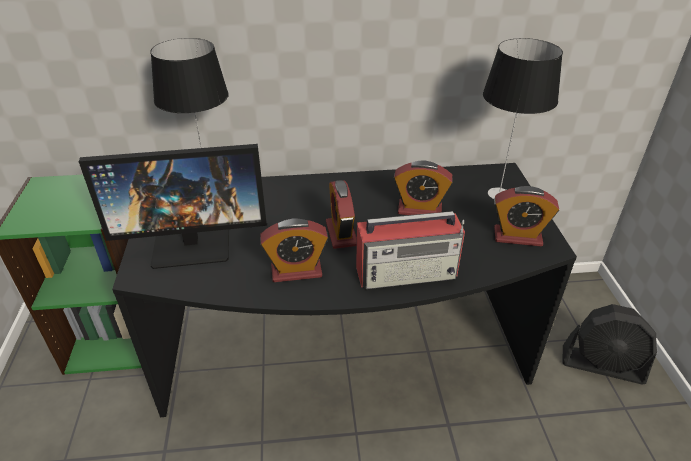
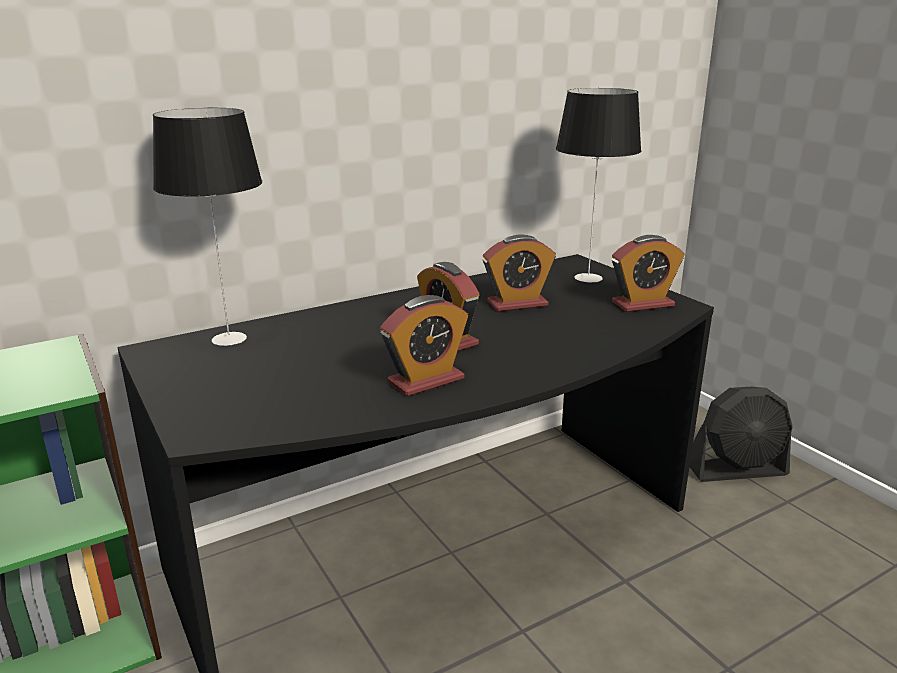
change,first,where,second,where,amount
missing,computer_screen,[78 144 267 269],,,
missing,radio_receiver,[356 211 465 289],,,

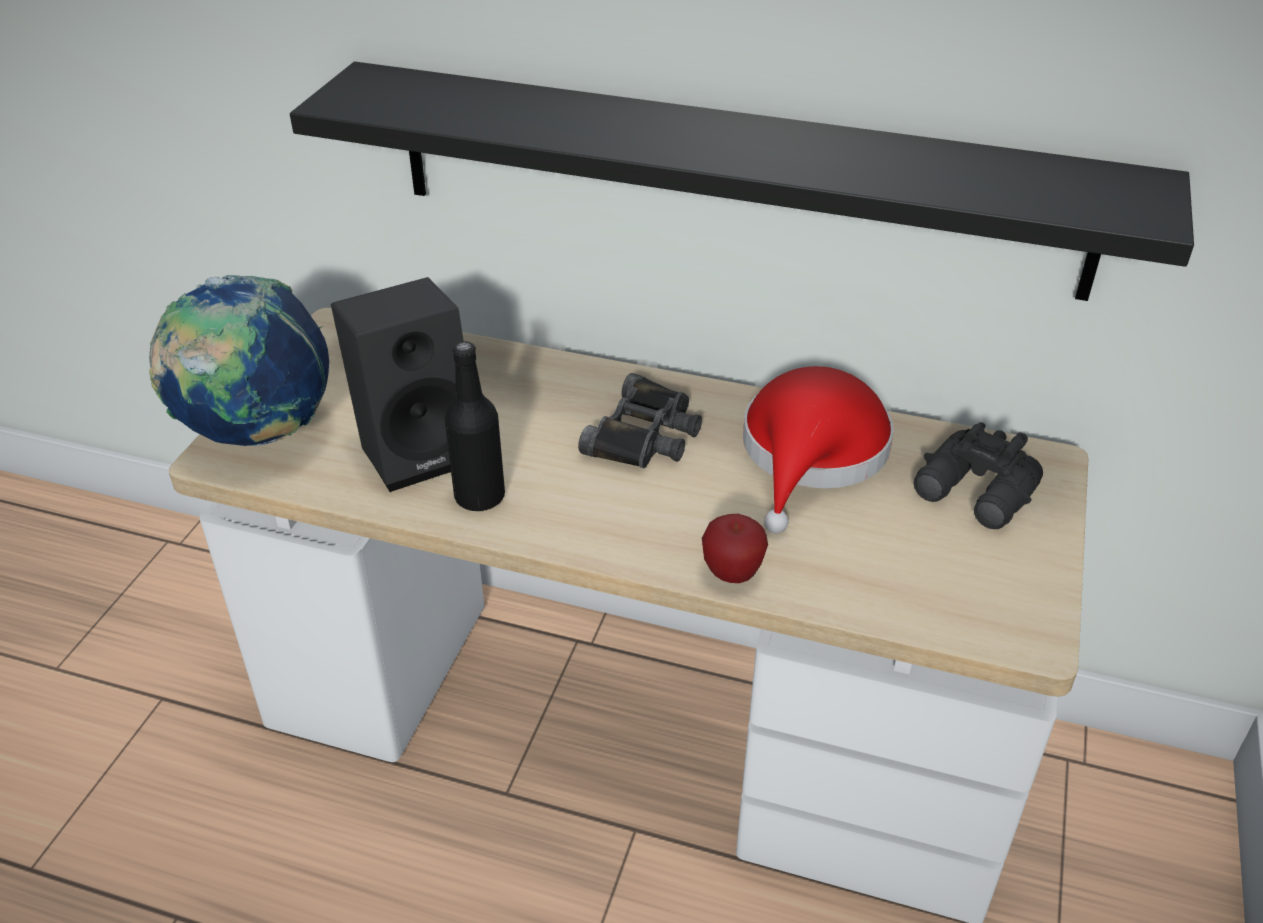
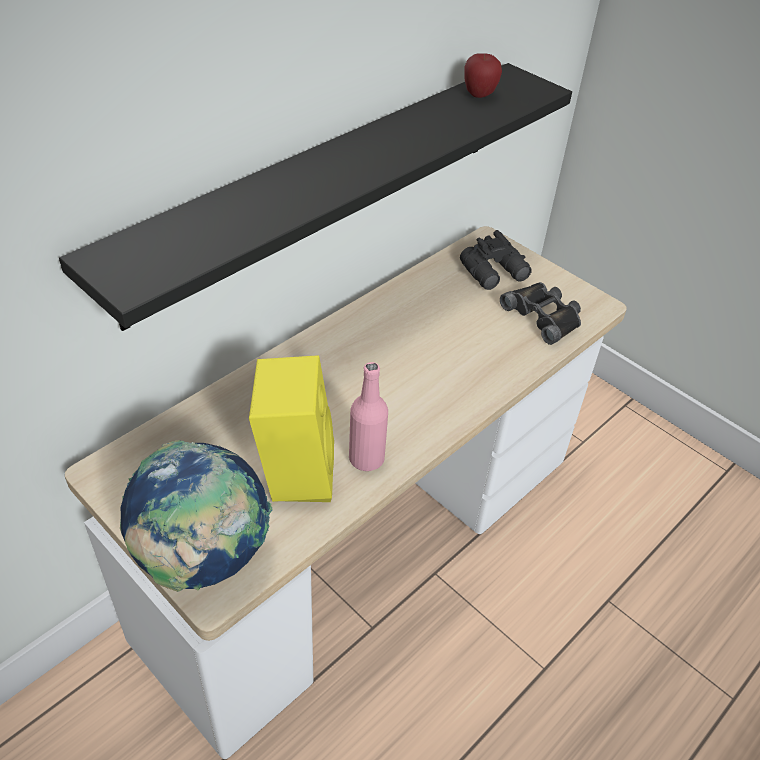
change,first,where,second,where,amount
colour,black_loudspeaker,[331 277 464 492],yellow_loudspeaker,[249 355 334 502],
colour,black_drink_bottle,[445 341 505 511],pink-coloured_drink_bottle,[349 362 388 471],
missing,red-coloured_wearable_hat,[743 366 894 534],,,
relocated,black_field_glasses,[578 373 702 468],,[500 282 581 345],
relocated,apple_fruit,[702 514 768 583],,[464 53 502 98],

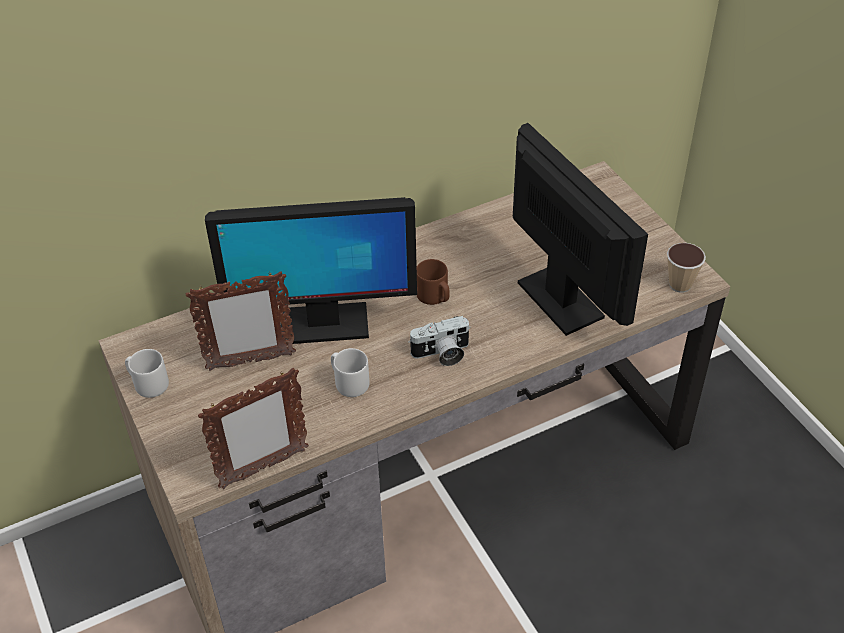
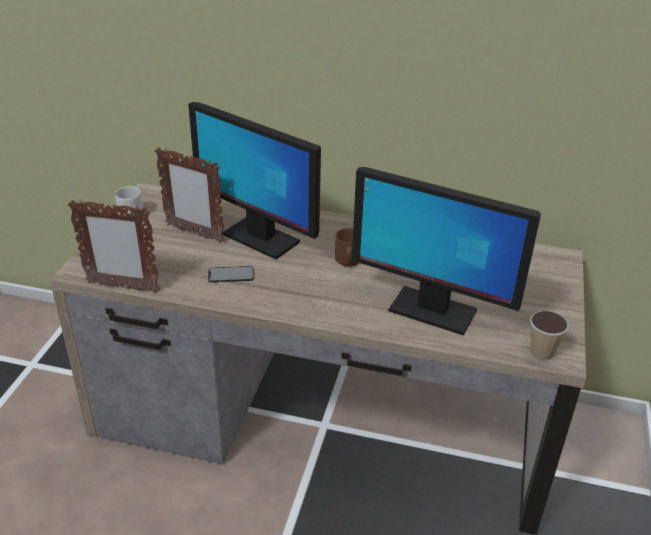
change,first,where,second,where,amount
spun,computer_screen,[513 123 648 336],,[352 167 541 335],105 degrees clockwise
missing,still_camera,[408 316 471 366],,,
exchanged,greyish_tea_mug,[331 348 370 397],handset,[208 266 254 283],

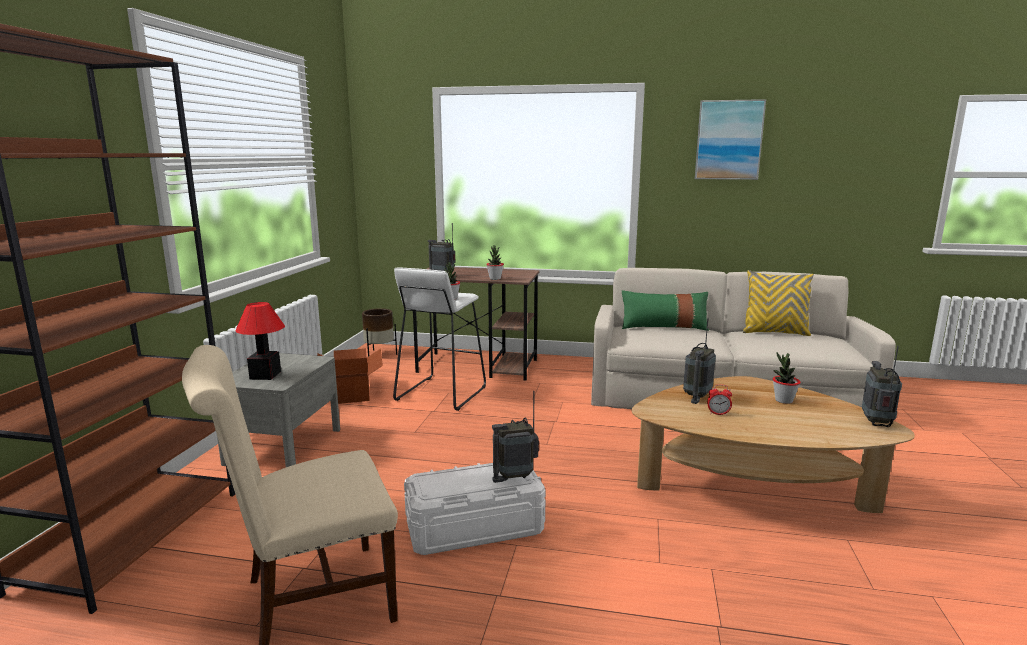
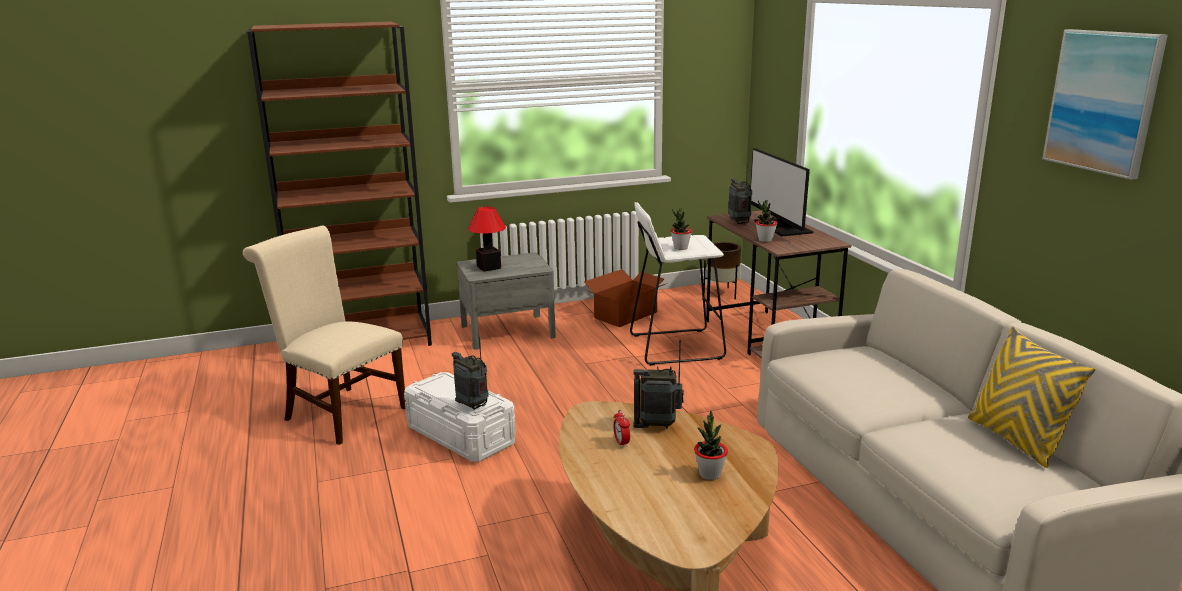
change,first,where,second,where,amount
missing,green-coloured_throw_pillow,[622 290 709 331],,,
missing,radio_receiver,[862 346 902 427],,,
appeared,,,computer_screen,[751 148 813 237],

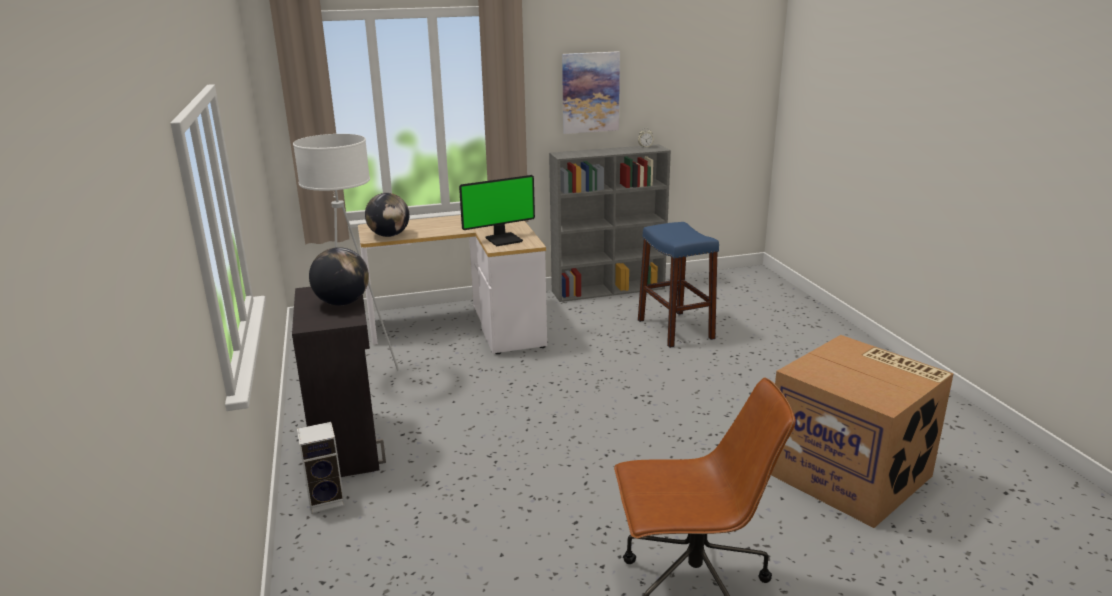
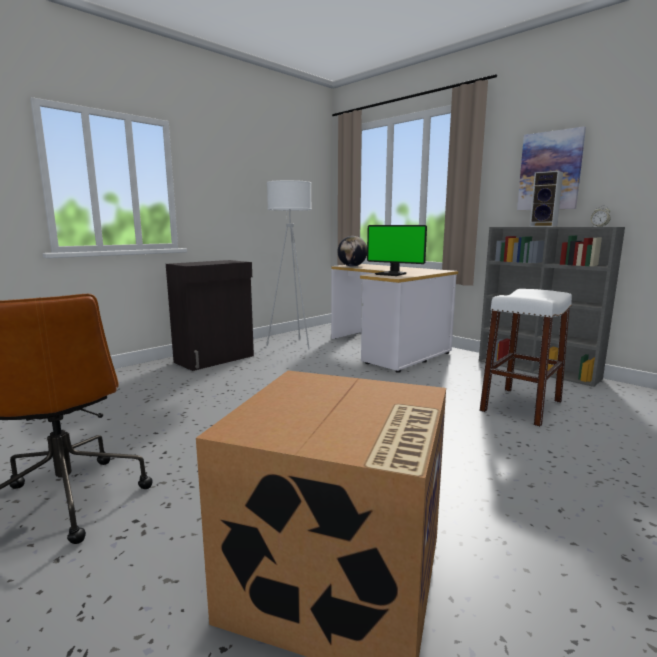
change,first,where,second,where,amount
colour,blue-coloured_sitting_stool,[638 222 719 348],white-coloured_sitting_stool,[479 289 572 427],
missing,desk_globe,[309 247 369 306],,,
relocated,loudspeaker,[297 422 345 514],,[529 171 563 227],

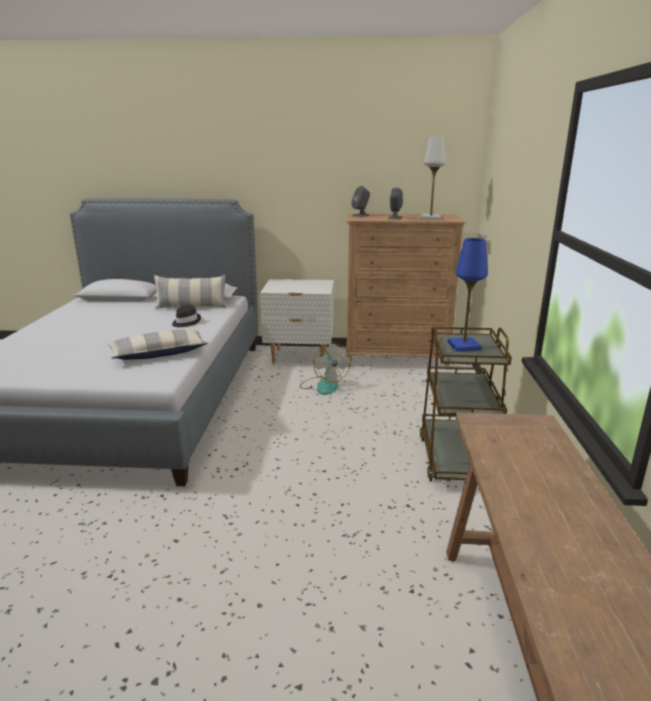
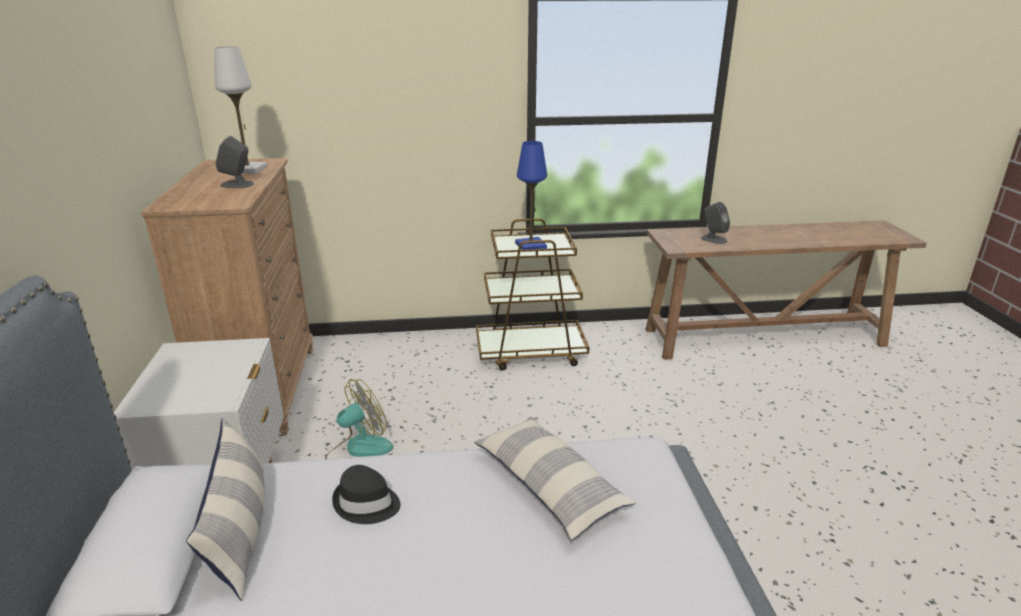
change,first,where,second,where,amount
relocated,greyish_loudspeaker,[351 186 370 217],,[701 202 730 244],

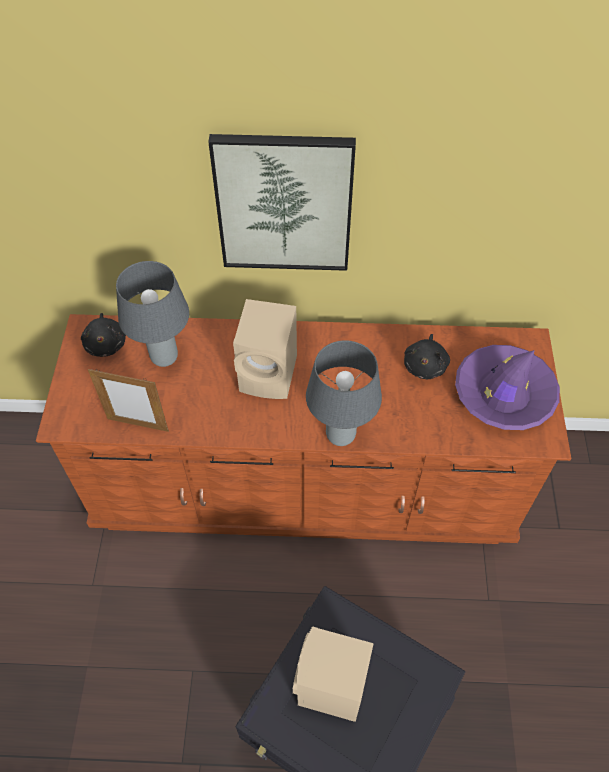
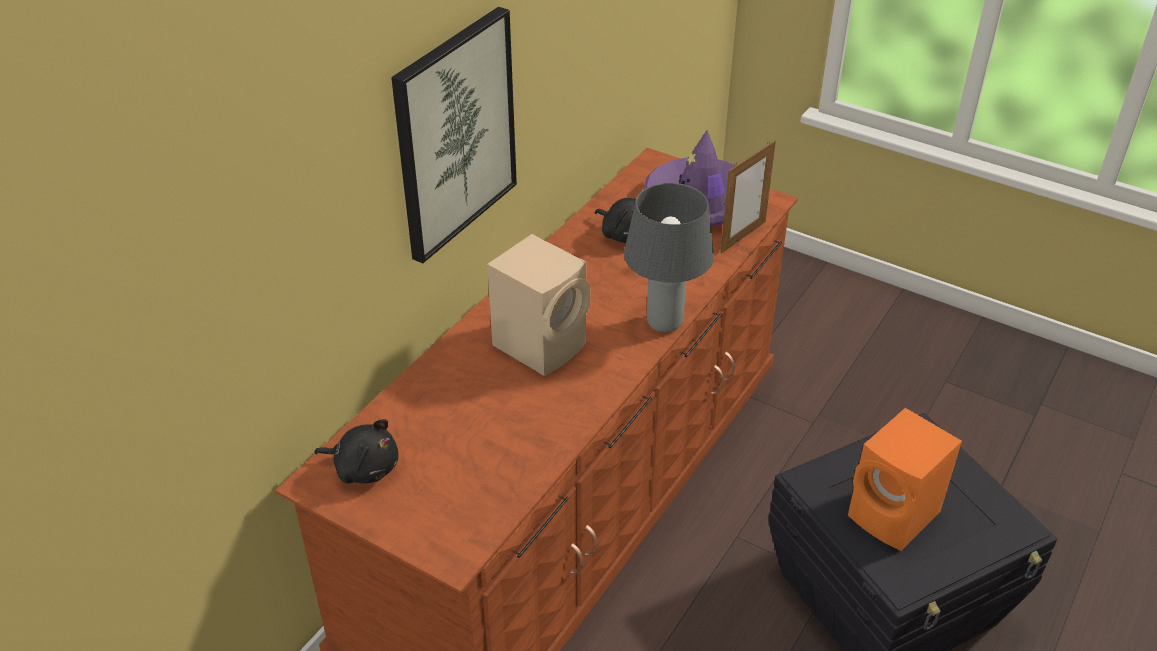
change,first,where,second,where,amount
missing,greyish_lamp_for_a_table,[116 261 189 367],,,
relocated,photo_frame,[88 369 169 432],,[721 140 776 253],
colour,beige_loudspeaker,[293 626 374 722],orangey_loudspeaker,[848 408 962 551],

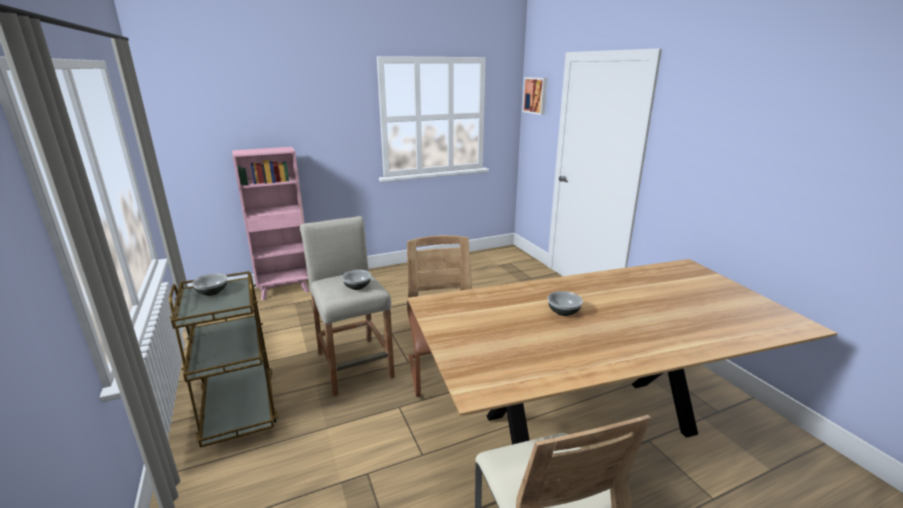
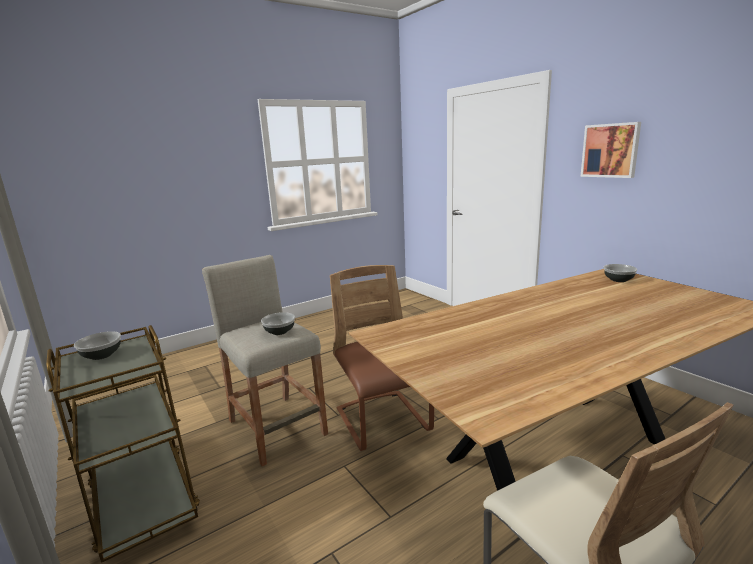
change,first,where,second,where,amount
relocated,picture,[522 77 547 115],,[580 122 641 178],
missing,pink-coloured_bookshelf,[232 147 309 301],,,
relocated,bowl,[547 291 583 316],,[604 264 637 282],

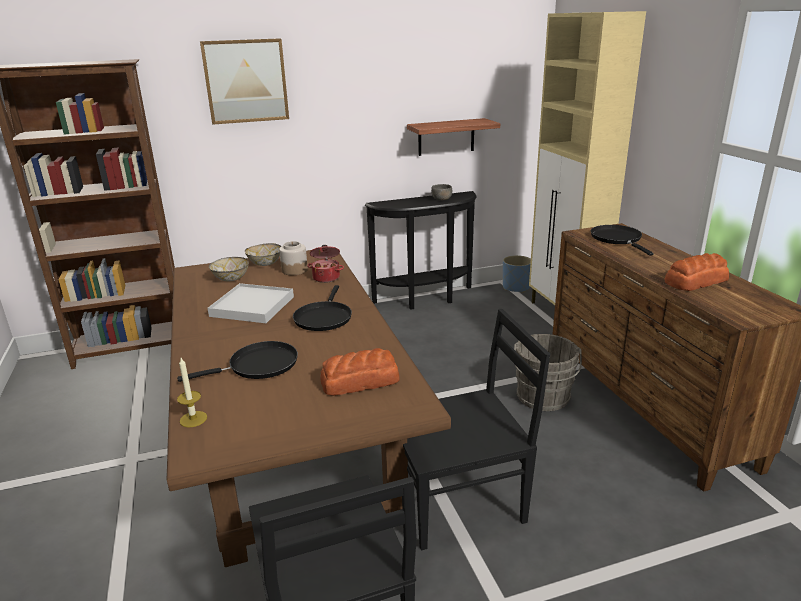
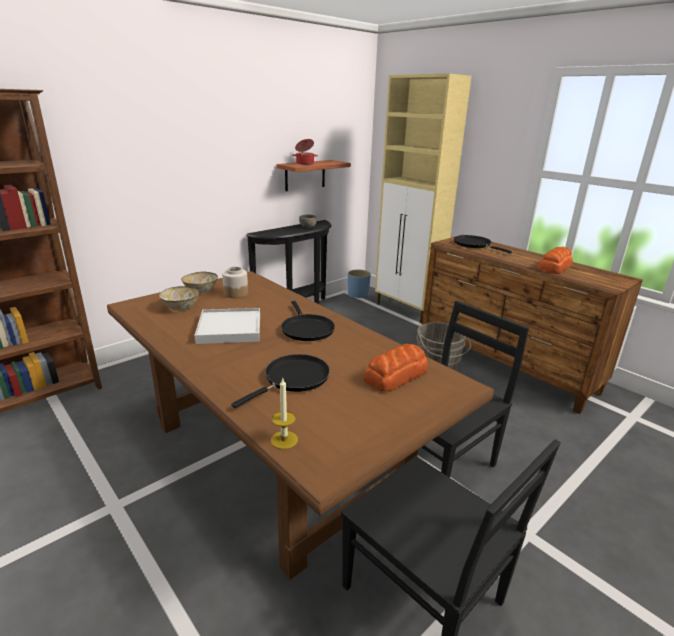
change,first,where,second,where,amount
missing,picture,[200 38 289 125],,,
relocated,saucepot,[307 245 344 283],,[292 139 318 165],

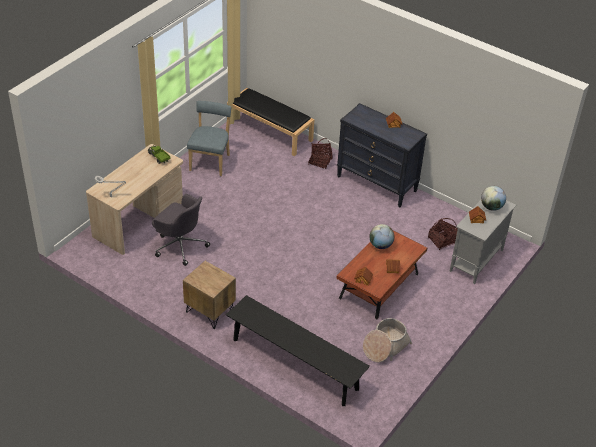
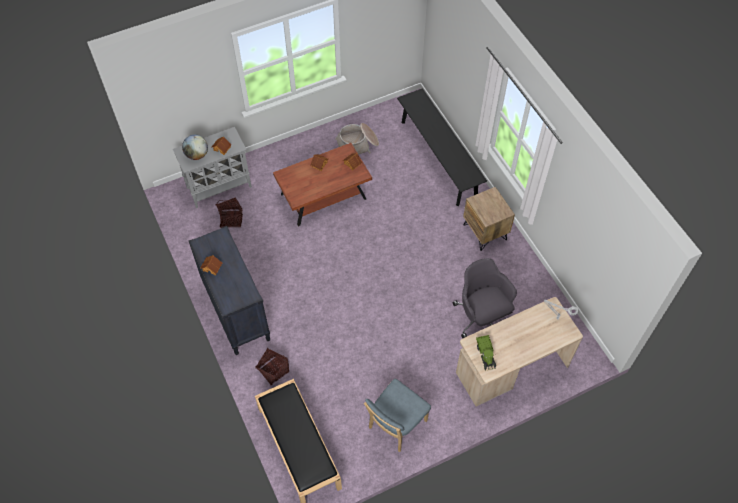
change,first,where,second,where,amount
missing,desk_globe,[369 224 395 249],,,

